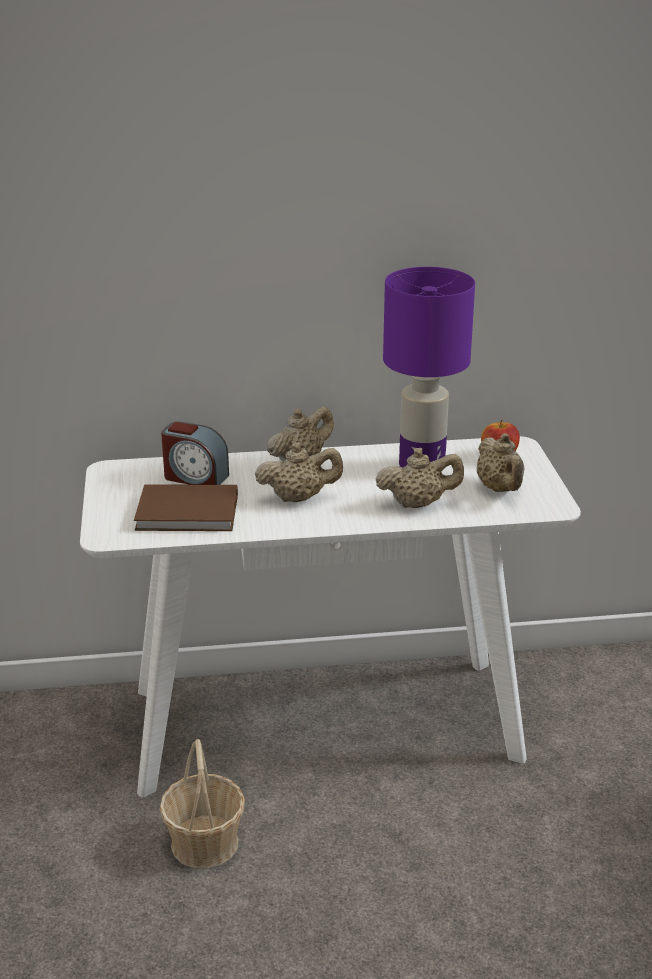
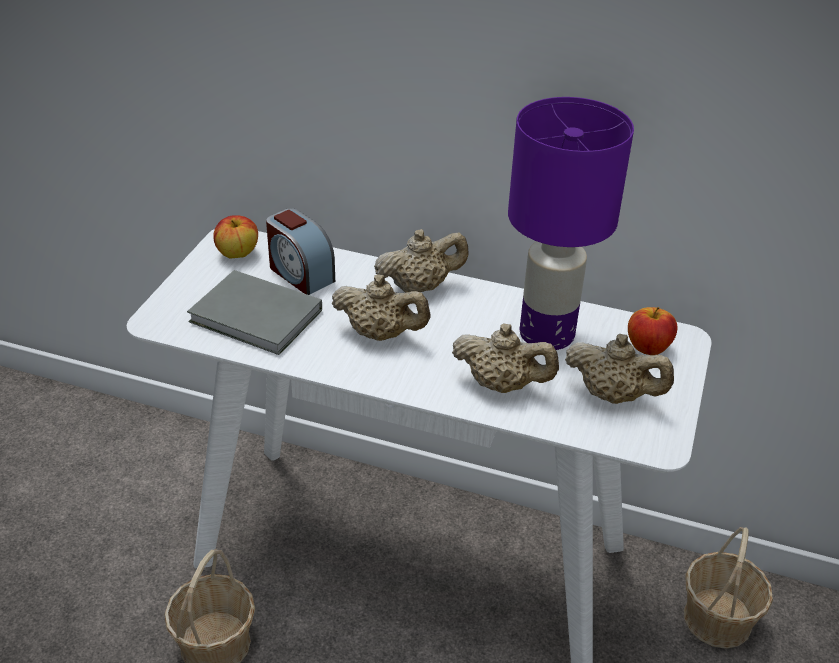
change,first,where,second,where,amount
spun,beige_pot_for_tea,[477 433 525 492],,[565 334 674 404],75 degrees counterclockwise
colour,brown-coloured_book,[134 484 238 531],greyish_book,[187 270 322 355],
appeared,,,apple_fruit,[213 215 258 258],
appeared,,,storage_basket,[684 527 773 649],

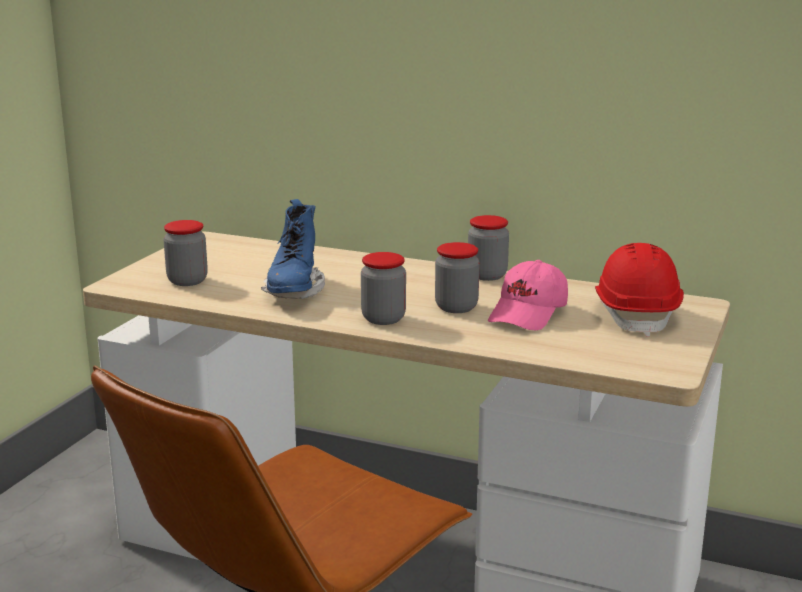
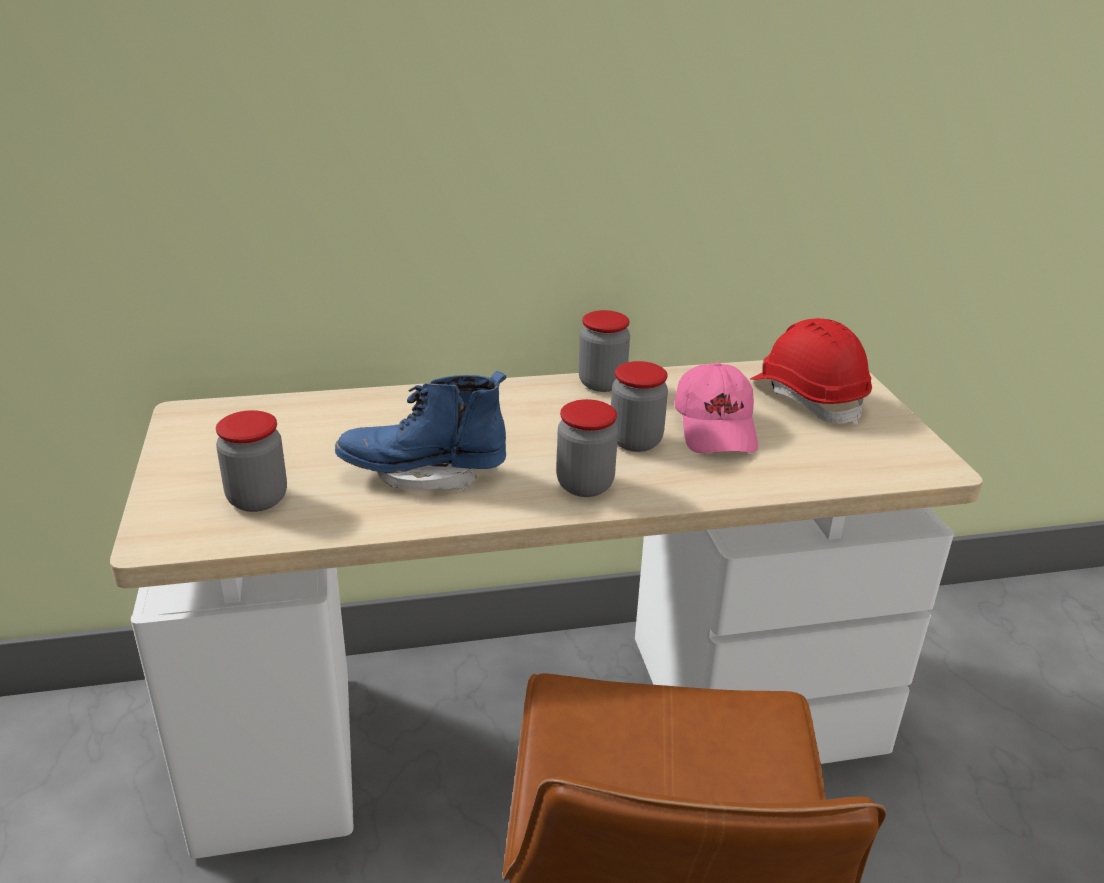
change,first,where,second,where,amount
spun,blue-coloured_tall_boot,[261 199 325 299],,[335 371 507 491],120 degrees clockwise

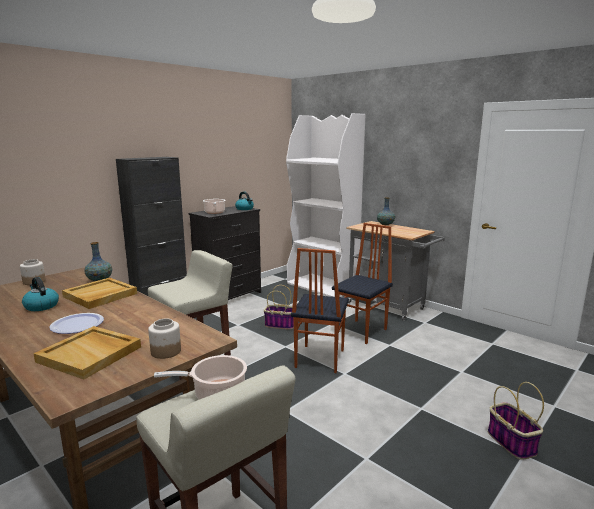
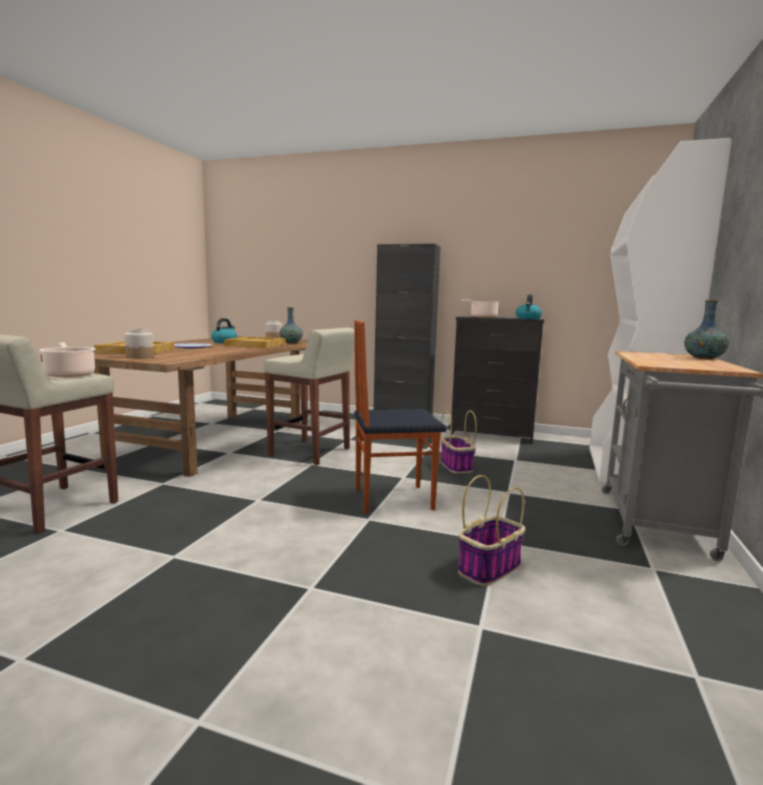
change,first,where,second,where,amount
missing,plain_chair,[332 223 393 344],,,
relocated,storage_basket,[488 382 544 460],,[458 475 525 586],

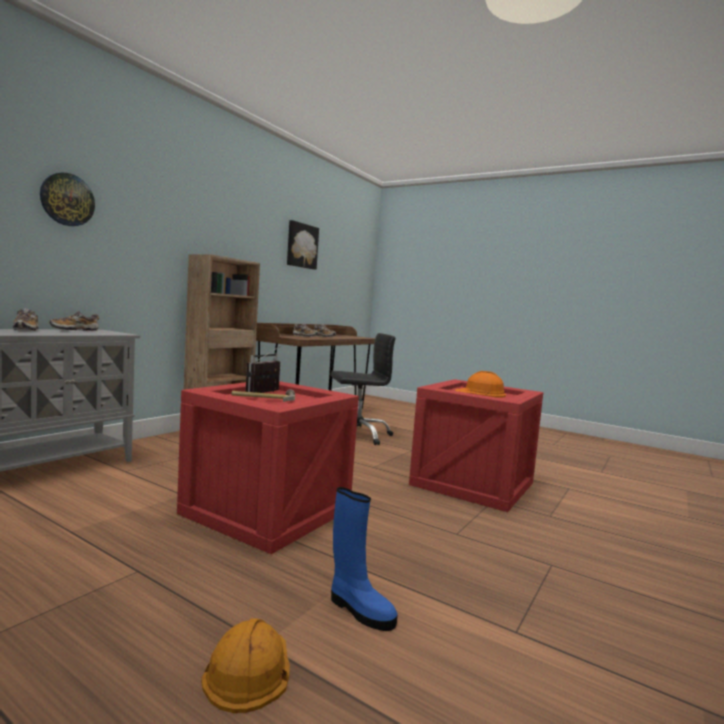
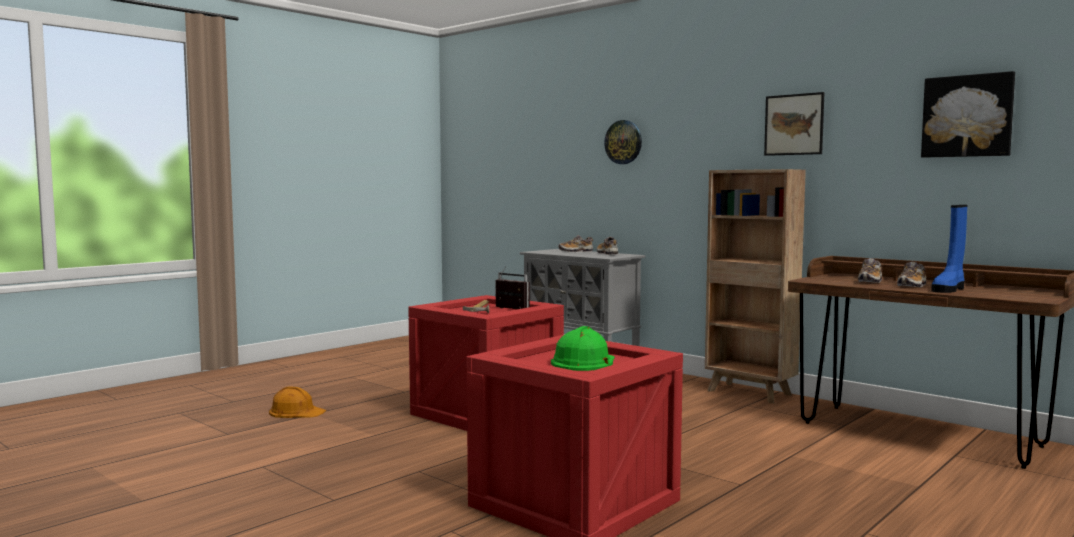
change,first,where,second,where,amount
missing,black_computer_chair,[331 333 396 445],,,
colour,orangey_work_helmet,[455 371 506 398],green-coloured_work_helmet,[551 326 615 371],
relocated,blue-coloured_tall_boot,[331 487 398 631],,[931 205 968 293],
appeared,,,picture,[764 92 824 156],

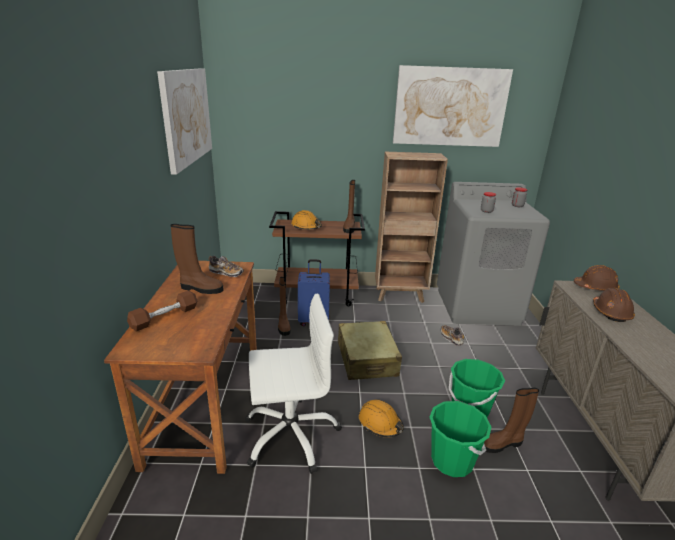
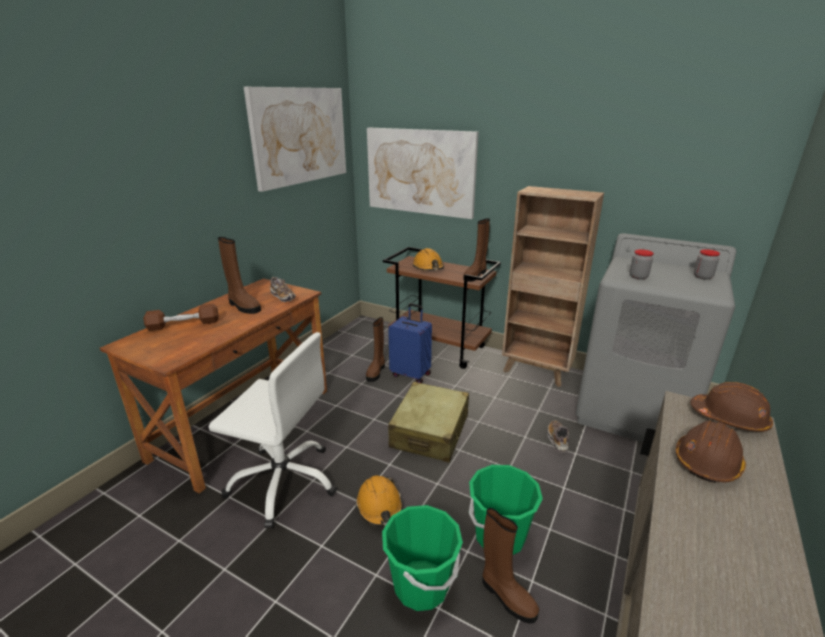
change,first,where,second,where,amount
relocated,picture,[393 65 513 147],,[367 128 479 219],
spun,brown-coloured_tall_boot,[484 388 539 453],,[482 508 539 624],150 degrees counterclockwise

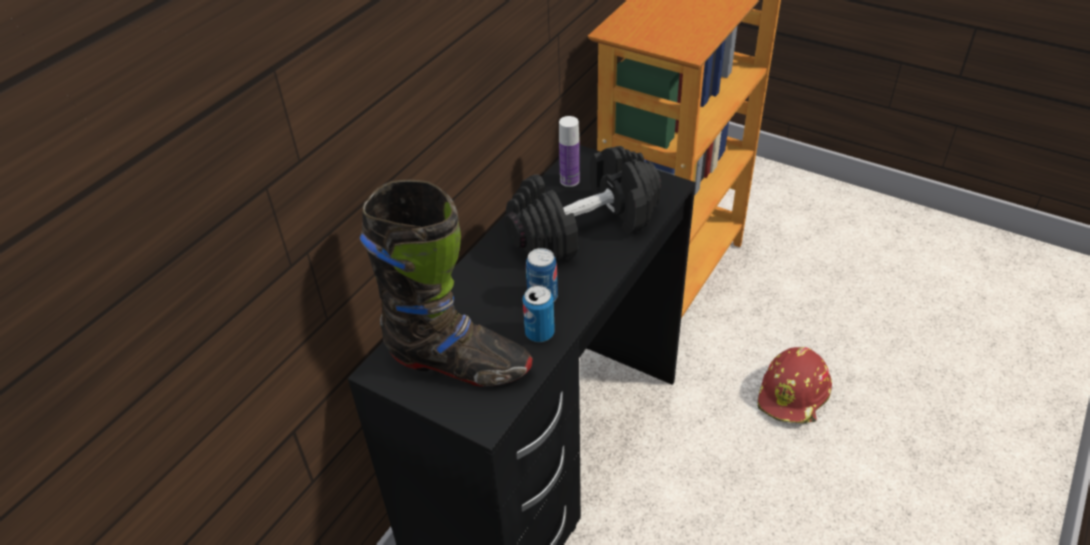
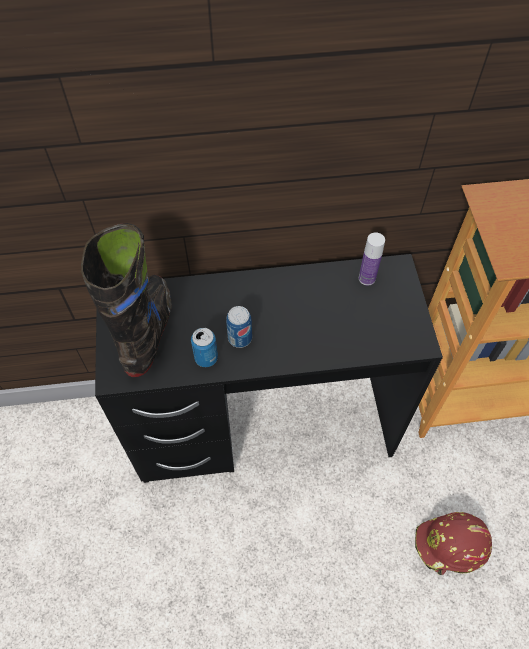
change,first,where,second,where,amount
missing,black_dumbbell,[505 146 662 263],,,
spun,black_tall_boot,[359 180 533 387],,[81 223 172 377],150 degrees counterclockwise

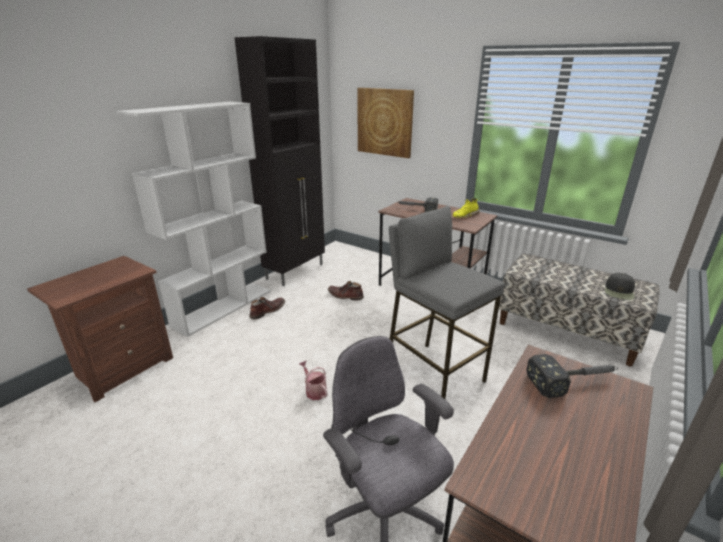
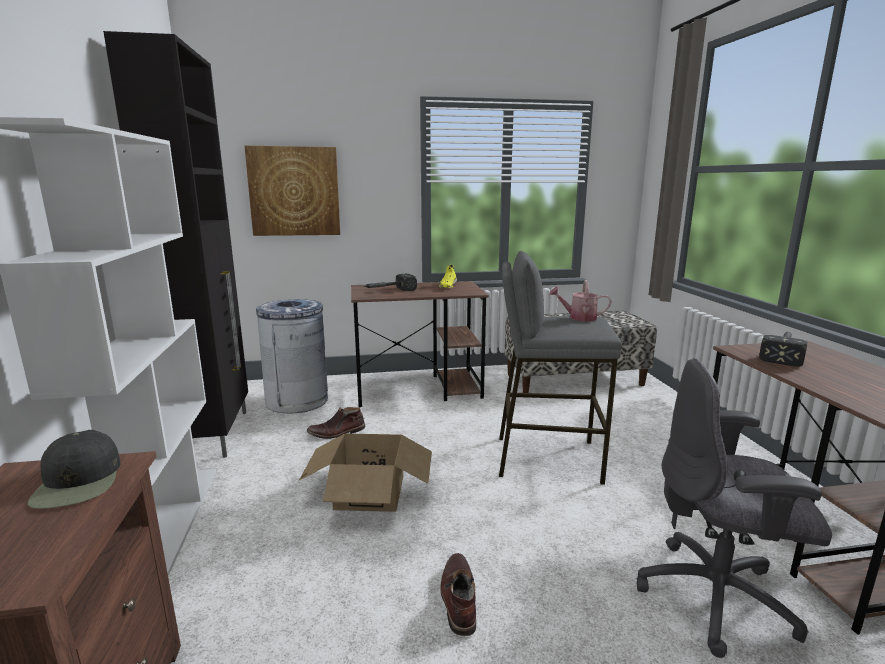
change,first,where,second,where,amount
relocated,black_peaked_cap,[605 273 635 300],,[27 430 121 509],
relocated,brown-coloured_tall_boot,[250 297 285 320],,[440 553 476 636],
relocated,watering_can,[299 360 328 400],,[549 280 611 322],
appeared,,,greyish_waste_bin,[256 299 328 413],
appeared,,,cardboard_box,[299 434 432 512],

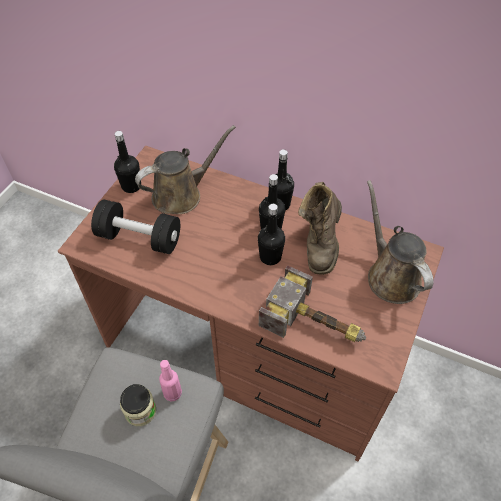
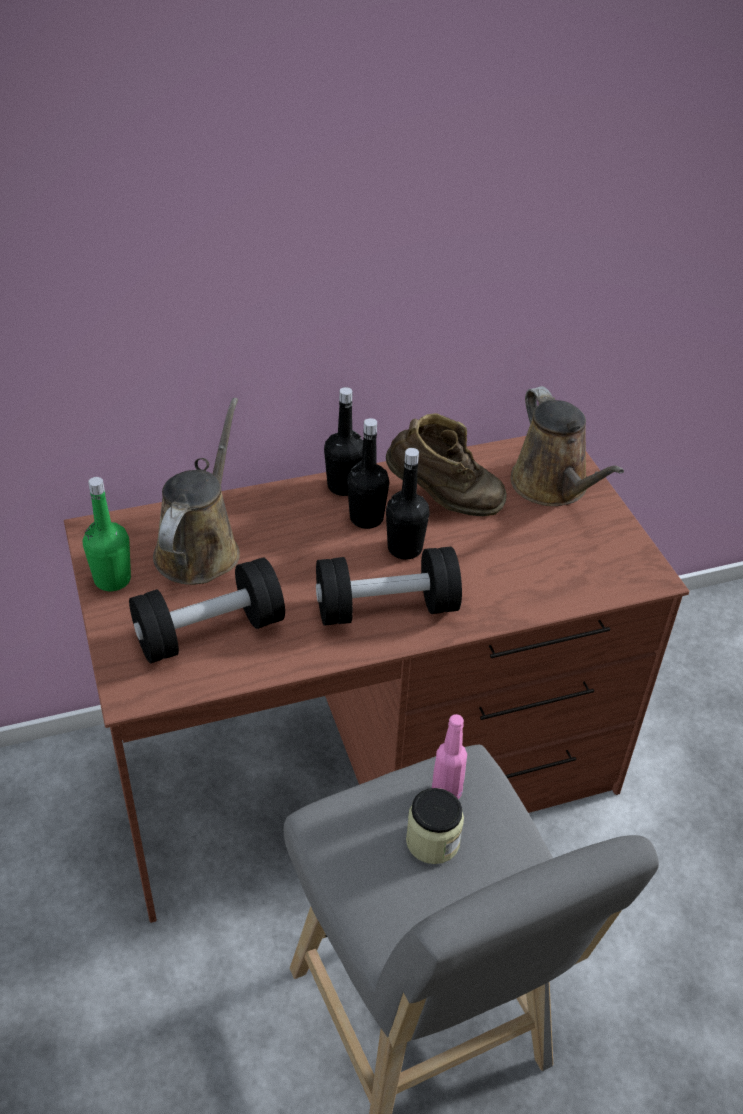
change,first,where,second,where,amount
colour,black_drink_bottle,[114 131 141 193],green-coloured_drink_bottle,[83 477 131 591],
spun,brown-coloured_watering_can,[367 180 434 304],,[510 386 624 506],135 degrees counterclockwise
spun,brown-coloured_tall_boot,[298 182 342 275],,[386 413 507 516],45 degrees counterclockwise
missing,hand_hammer,[259 265 366 342],,,
appeared,,,black_dumbbell,[316 547 462 626],

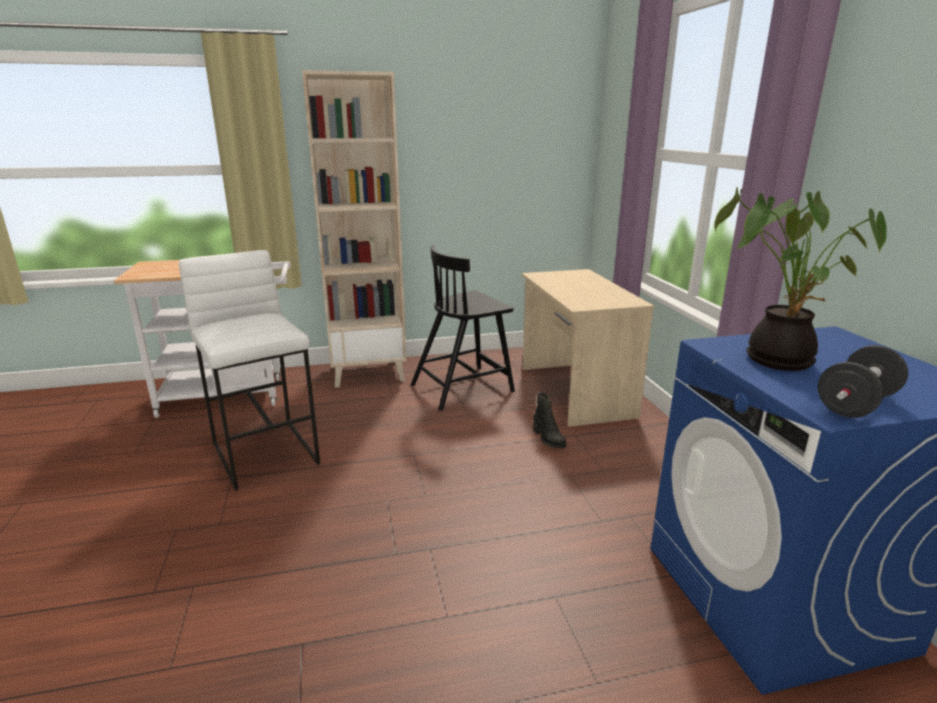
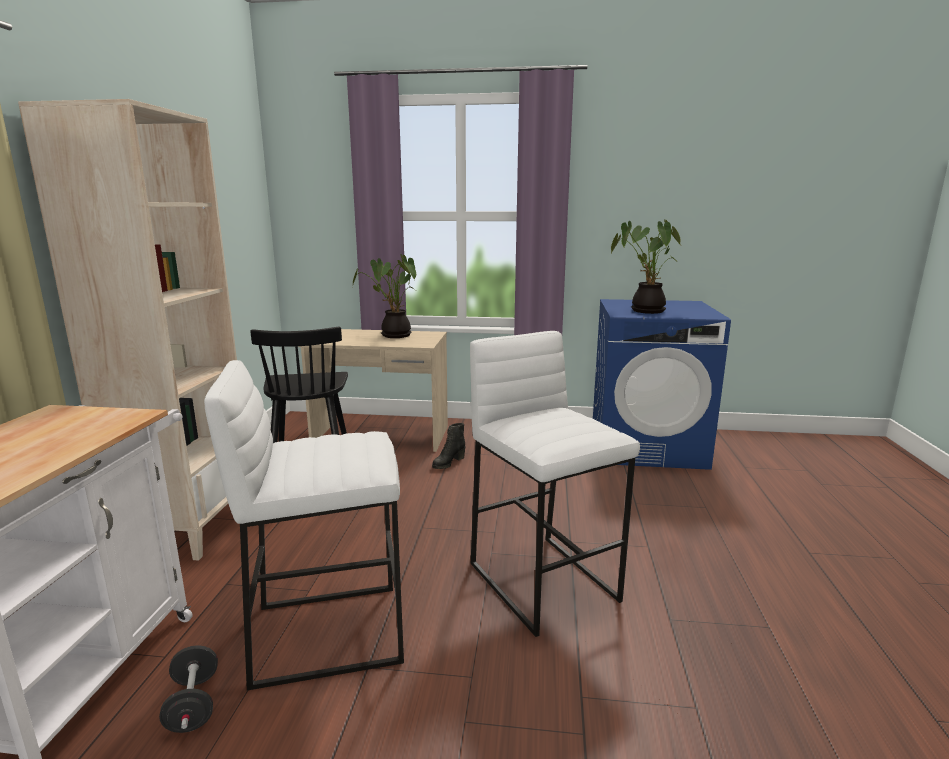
change,first,where,second,where,amount
relocated,black_dumbbell,[818 345 908 418],,[159 645 218 733],
spun,black_tall_boot,[533 392 567 449],,[432 423 465 469],135 degrees clockwise
appeared,,,plant_in_a_pot,[352 254 416 338],
appeared,,,white-coloured_sitting_stool,[470 331 640 637],

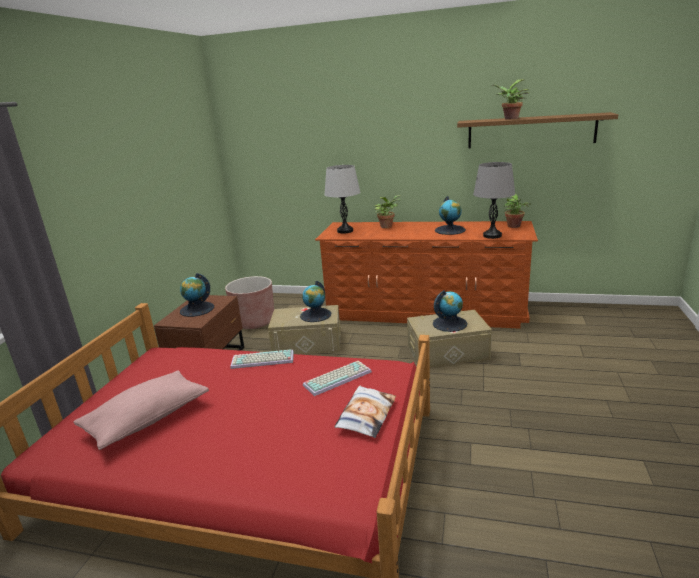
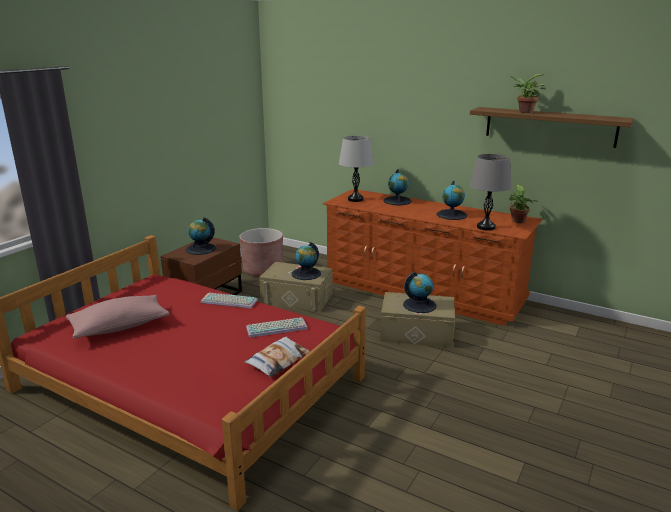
change,first,where,second,where,amount
exchanged,plant_in_a_pot,[374 195 401 228],desk_globe,[384 169 412 205],

